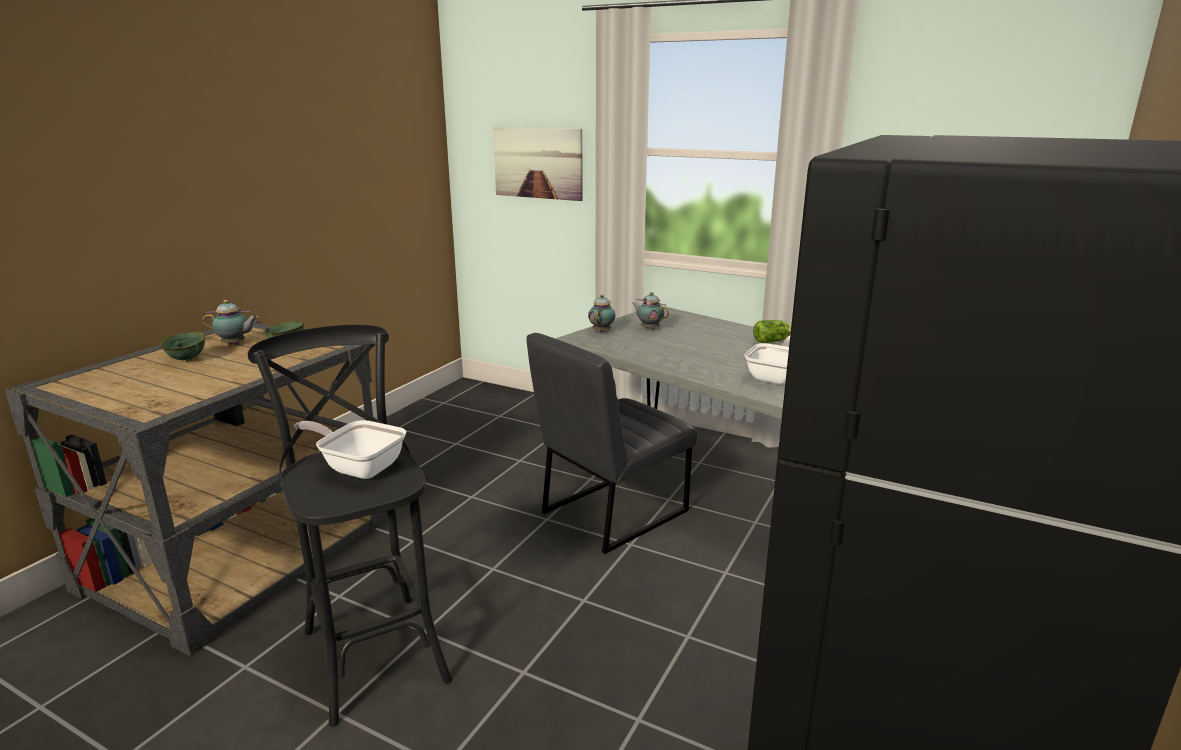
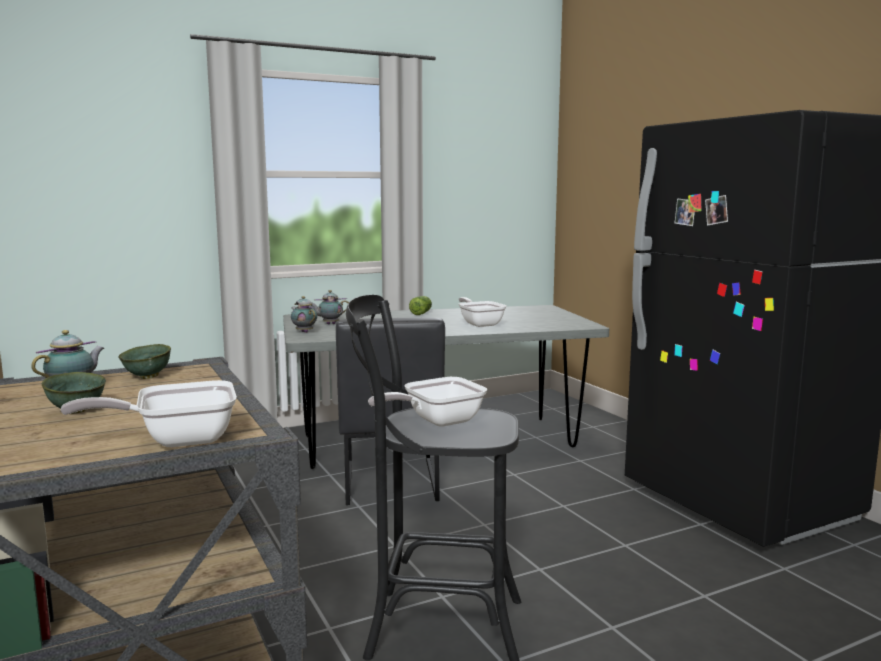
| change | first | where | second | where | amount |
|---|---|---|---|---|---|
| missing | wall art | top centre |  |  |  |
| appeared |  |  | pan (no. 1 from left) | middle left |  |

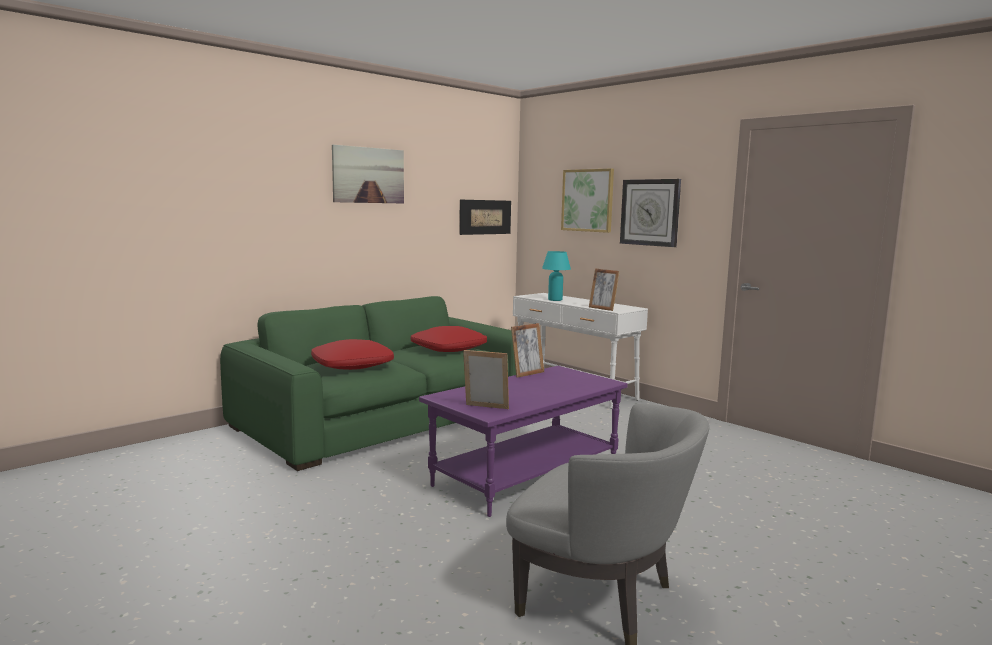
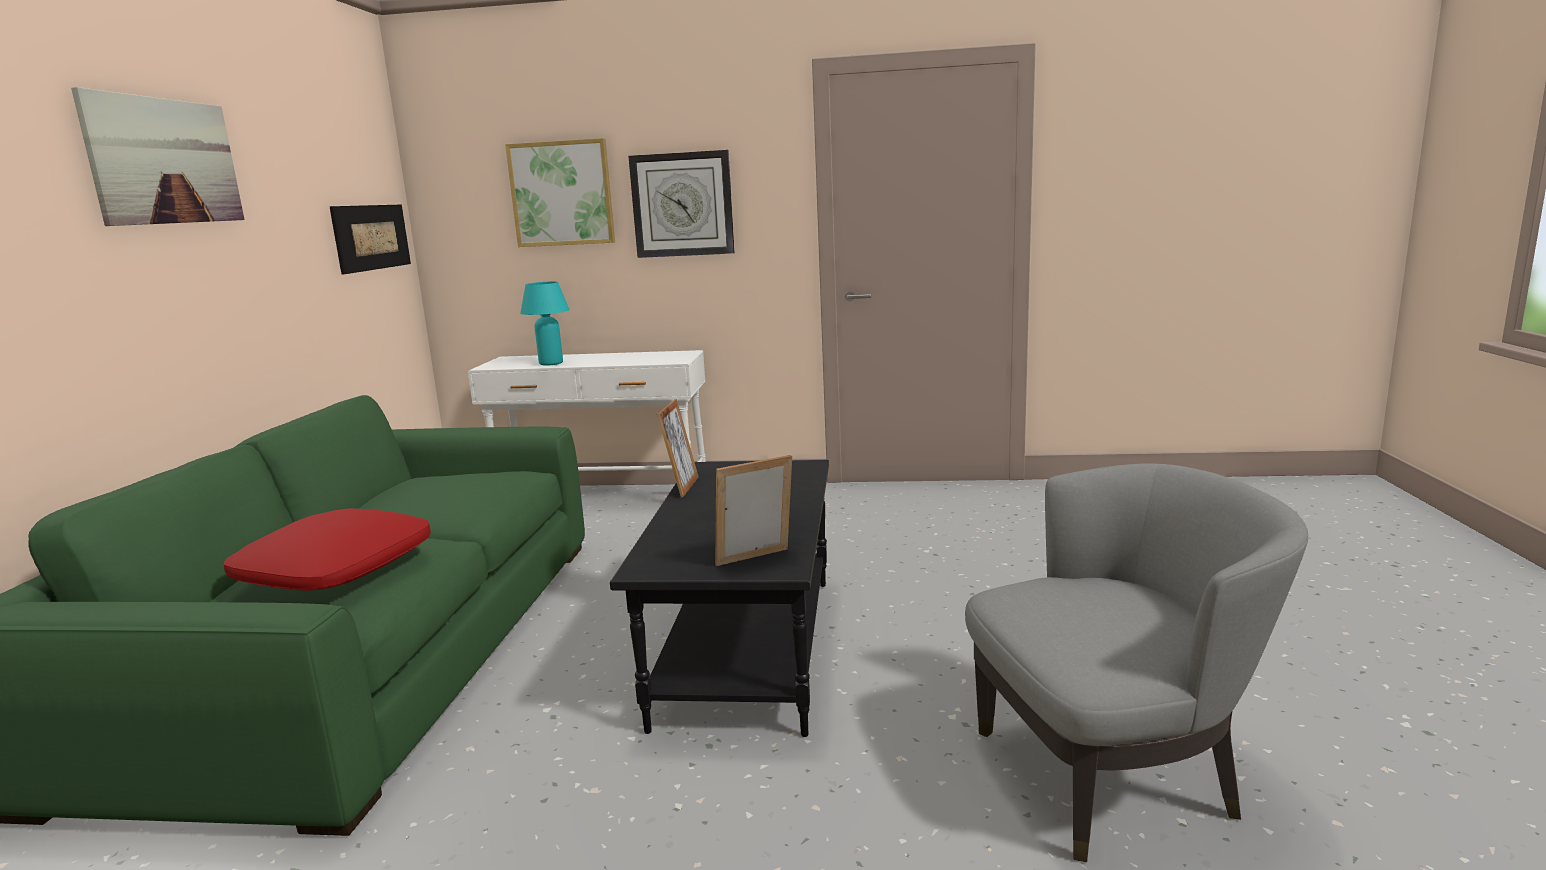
| change | first | where | second | where | amount |
|---|---|---|---|---|---|
| missing | pillow (red) (no. 2 from left) | centre |  |  |  |
| colour | lounge table (purple-coloured) | bottom centre | lounge table (blackish) | bottom centre |  |
| missing | standing frame (no. 3 from left) | centre |  |  |  |

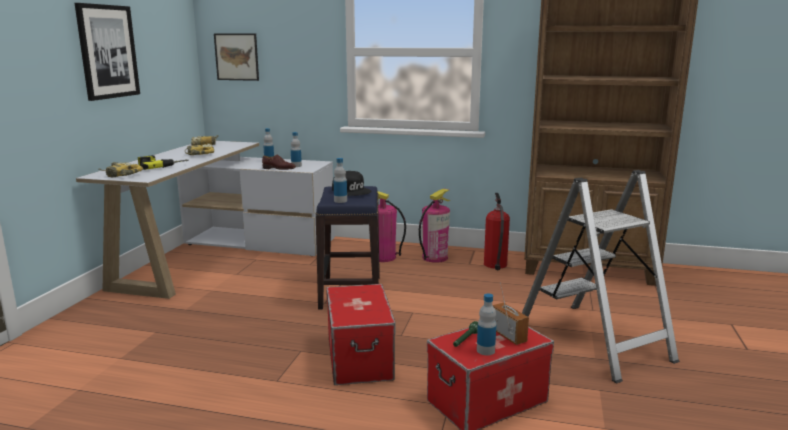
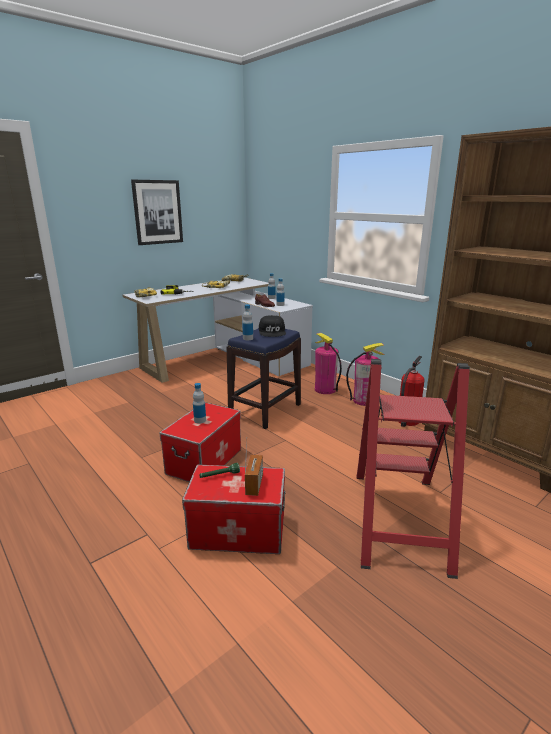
| change | first | where | second | where | amount |
|---|---|---|---|---|---|
| missing | wall art (no. 2 from left) | top left |  |  |  |
| relocated | beverage bottle (no. 4 from left in the first image) | bottom centre | beverage bottle (no. 1 from left) | centre |  |
| colour | stepladder (grey) | middle right | stepladder (red) | middle right |  |

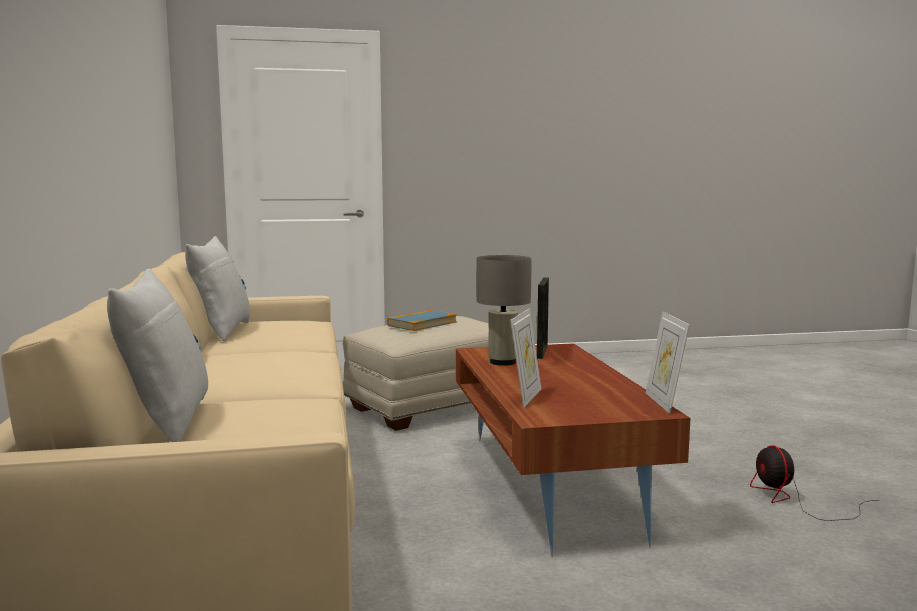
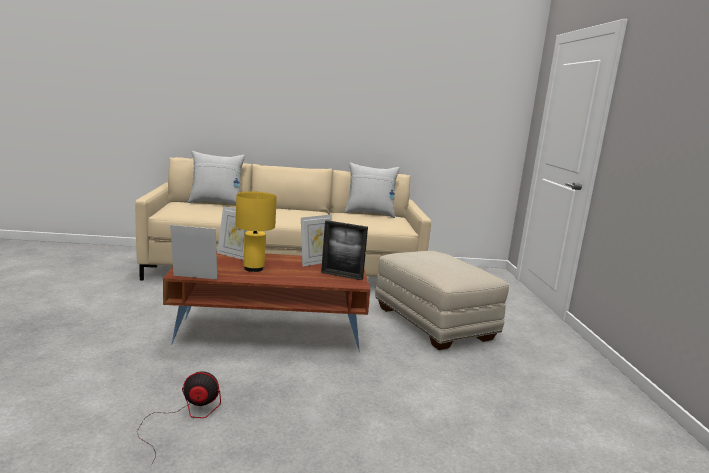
| change | first | where | second | where | amount |
|---|---|---|---|---|---|
| missing | volume | centre |  |  |  |
| exchanged | tabletop lamp (grey) | centre | standing frame (no. 3 from left) | centre |  |
| appeared |  |  | tabletop lamp (yellow-coloured) | centre |  |

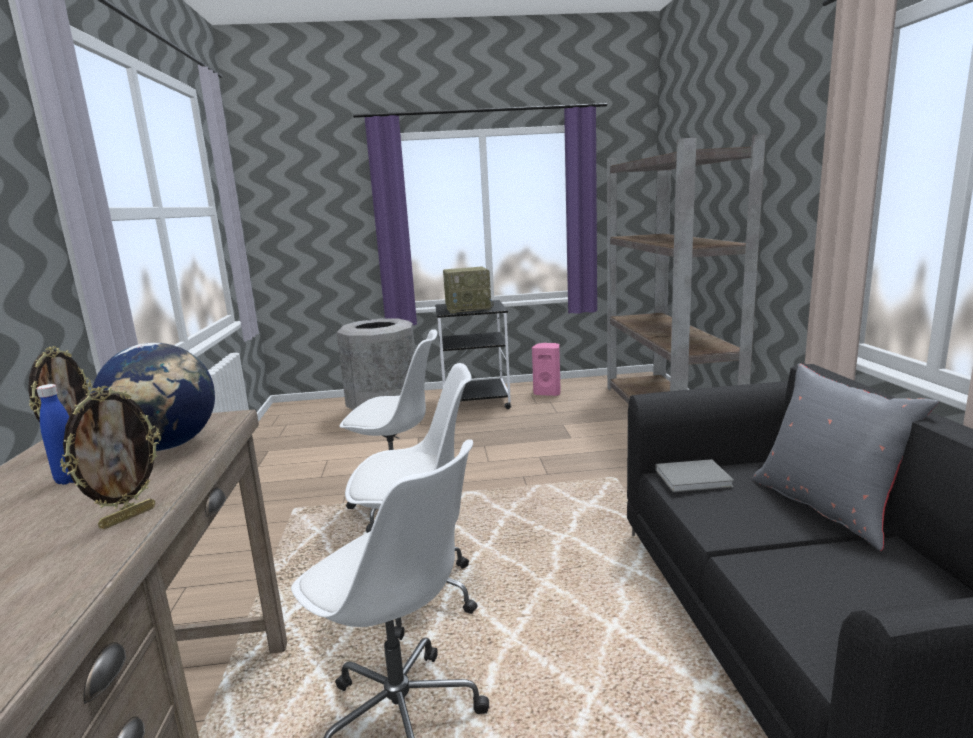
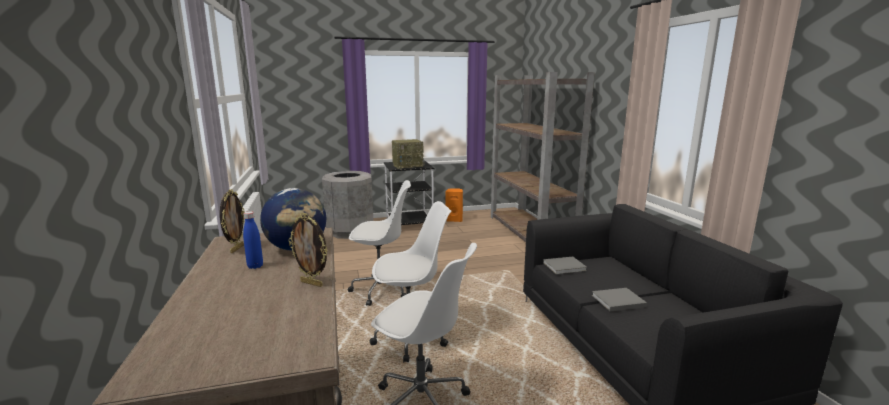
| change | first | where | second | where | amount |
|---|---|---|---|---|---|
| spun | standing frame (no. 2 from left) | middle left |  | centre | 90 degrees clockwise |
| colour | audio speaker (pink) | centre | audio speaker (orange-coloured) | centre |  |
| missing | pillow (grey) | middle right |  |  |  |
| appeared |  |  | volume (grey) (no. 2 from left) | bottom right |  |

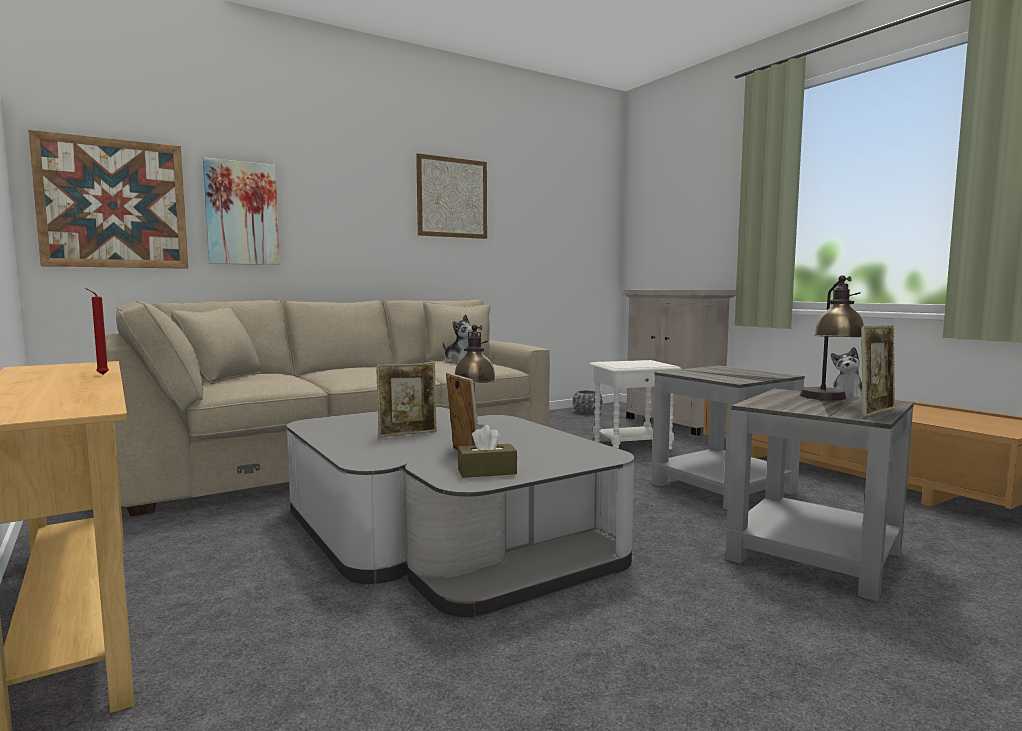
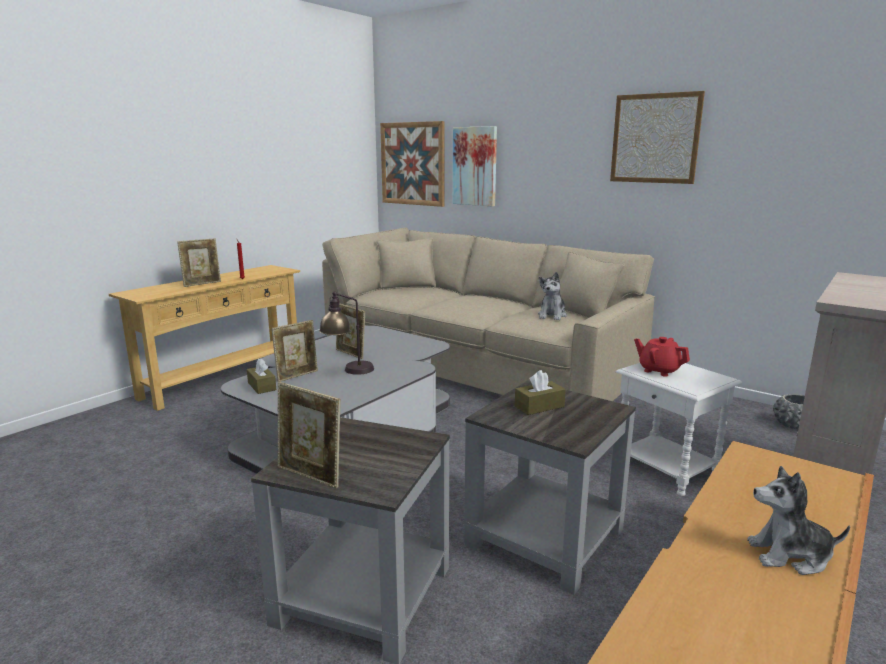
| change | first | where | second | where | amount |
|---|---|---|---|---|---|
| missing | tabletop lamp (no. 2 from left) | middle right |  |  |  |
| appeared |  |  | standing frame (no. 1 from left) | middle left |  |
| appeared |  |  | box of tissues (brownish) (no. 2 from left) | centre |  |
| appeared |  |  | pot for tea (red) | middle right |  |

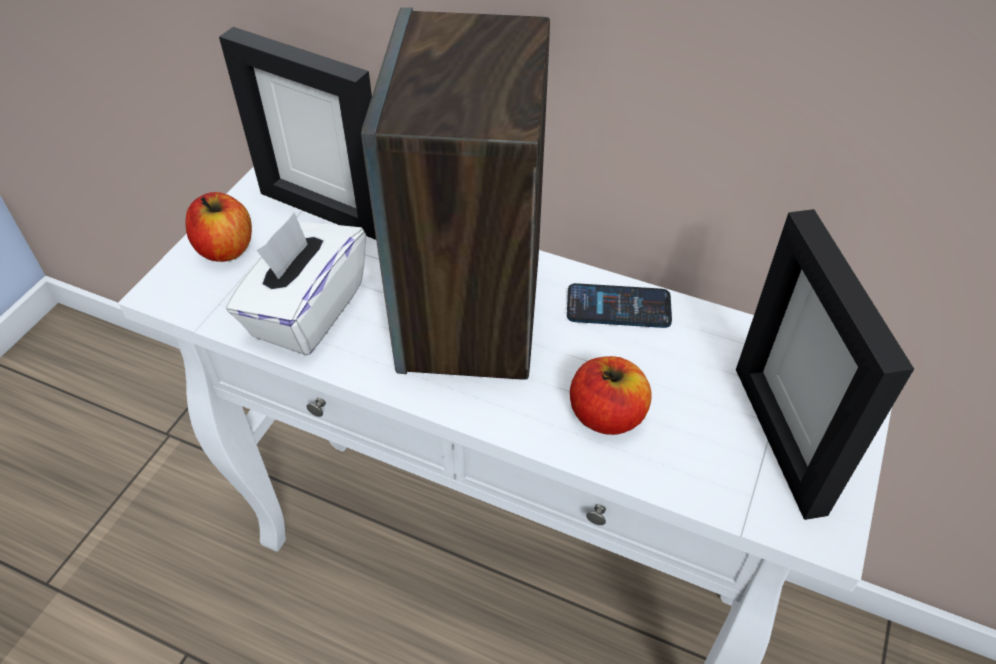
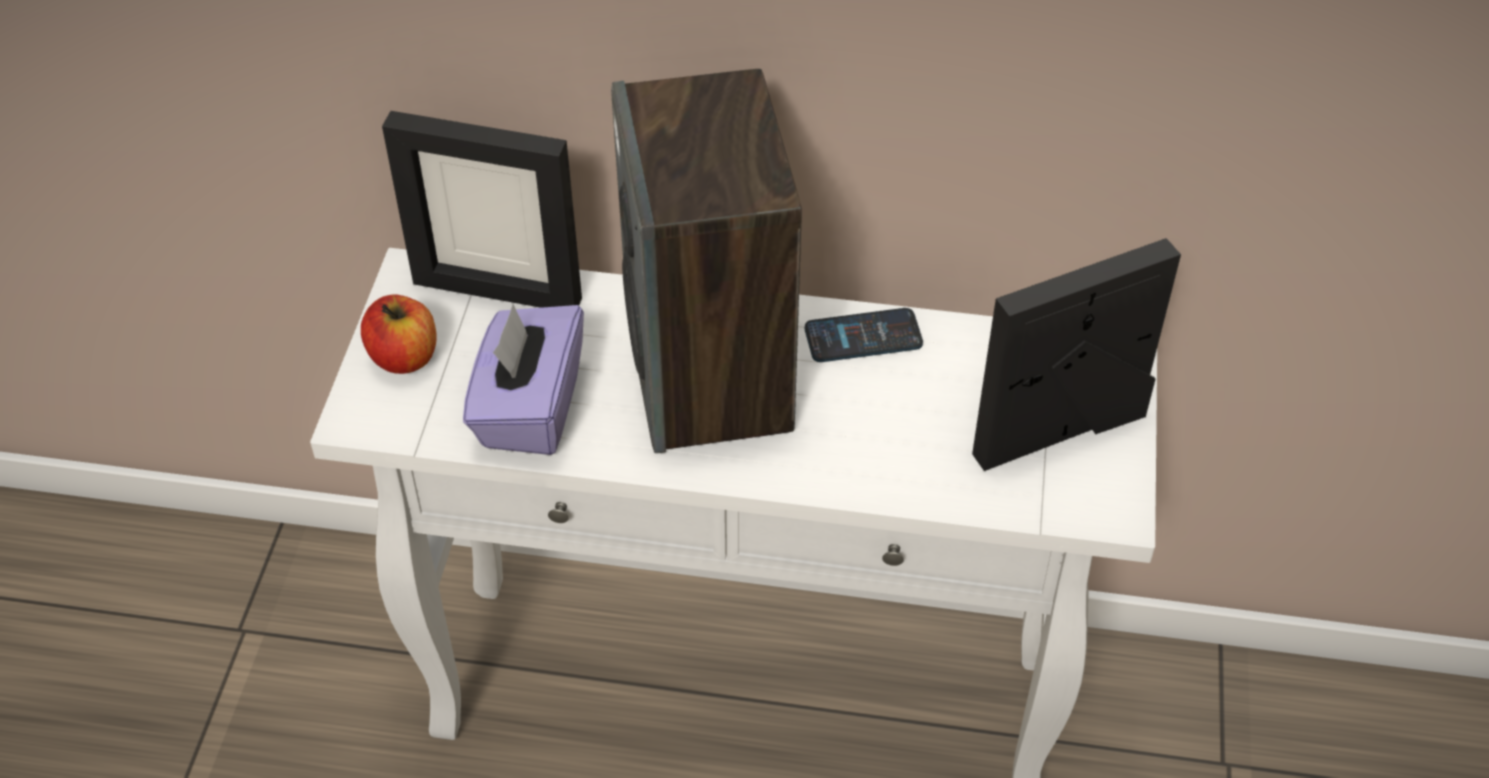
| change | first | where | second | where | amount |
|---|---|---|---|---|---|
| colour | box of tissues (white-coloured) | middle left | box of tissues (purple-coloured) | centre |  |
| missing | apple (no. 2 from left) | centre |  |  |  |
| spun | standing frame (no. 2 from left) | middle right |  | middle right | 90 degrees clockwise |

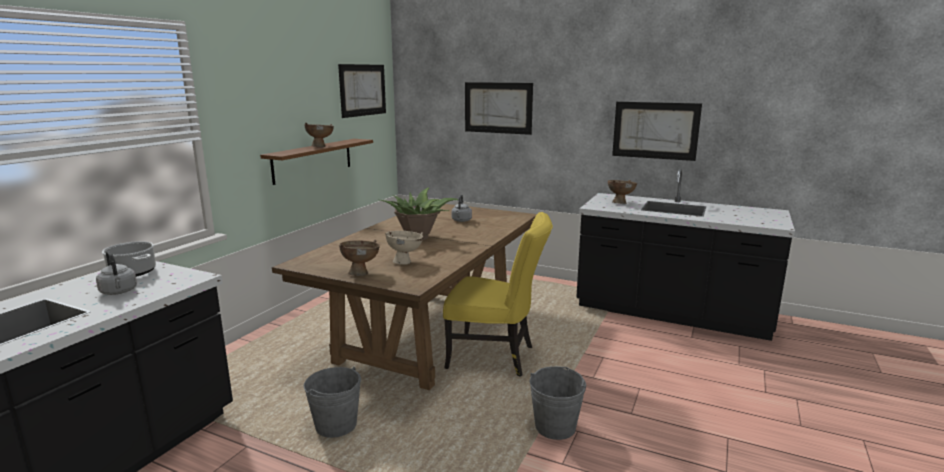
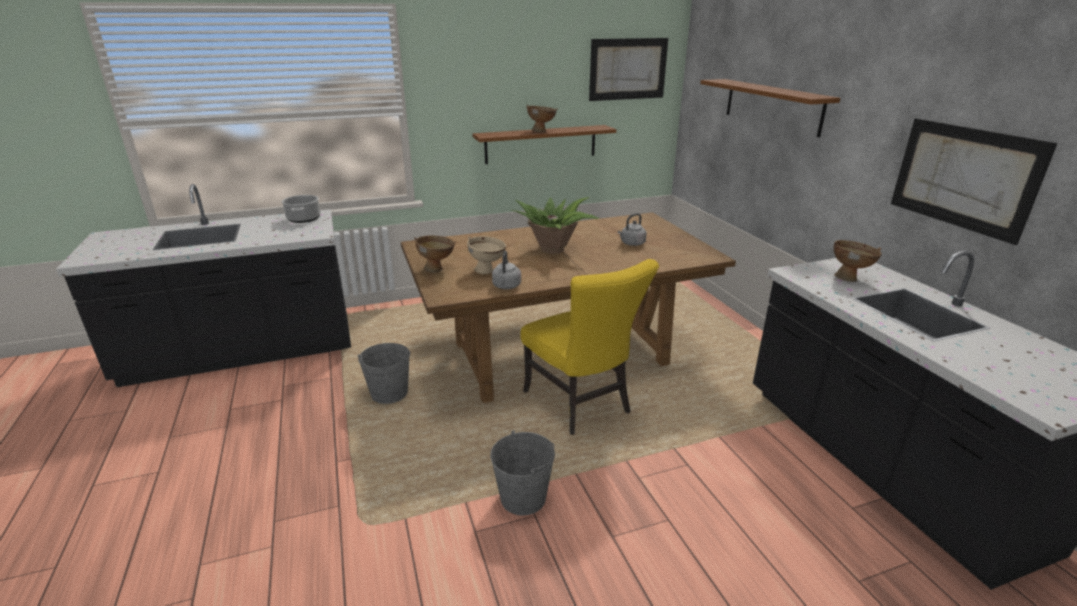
| change | first | where | second | where | amount |
|---|---|---|---|---|---|
| relocated | water kettle (grey) (no. 1 from left) | middle left |  | centre |  |
| exchanged | wall art (no. 2 from left) | top centre | bracket shelf (brownish) (no. 2 from left) | top right |  |

